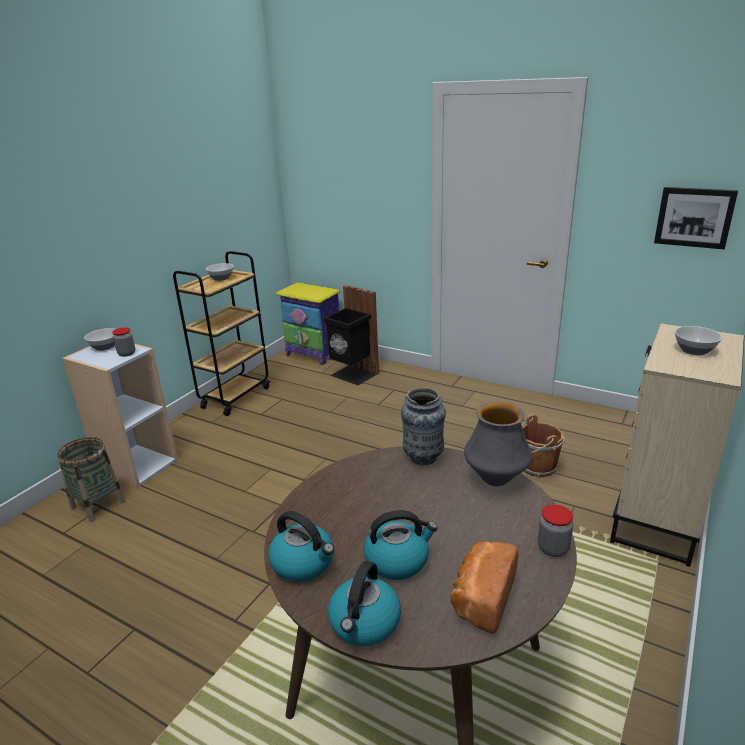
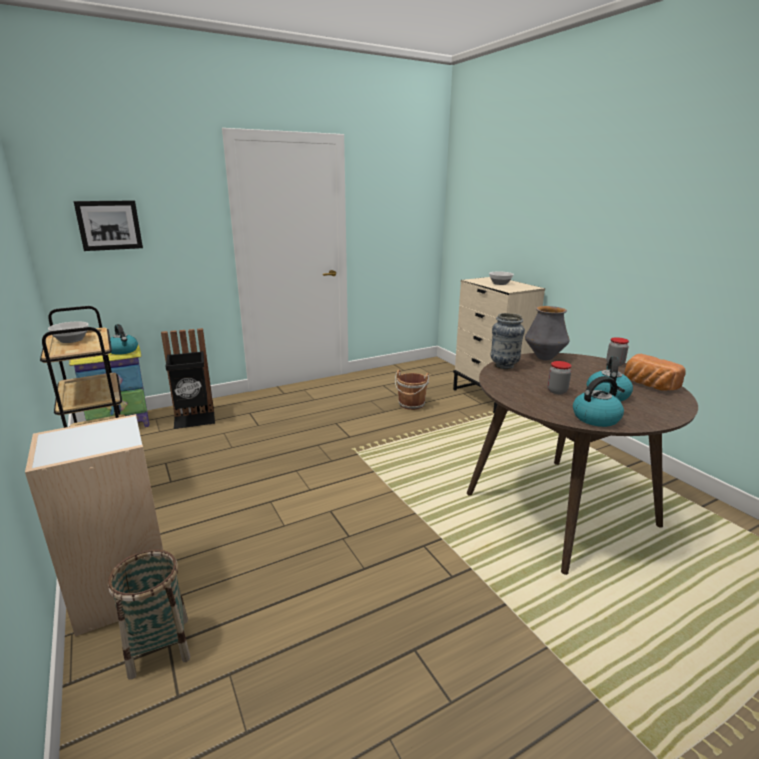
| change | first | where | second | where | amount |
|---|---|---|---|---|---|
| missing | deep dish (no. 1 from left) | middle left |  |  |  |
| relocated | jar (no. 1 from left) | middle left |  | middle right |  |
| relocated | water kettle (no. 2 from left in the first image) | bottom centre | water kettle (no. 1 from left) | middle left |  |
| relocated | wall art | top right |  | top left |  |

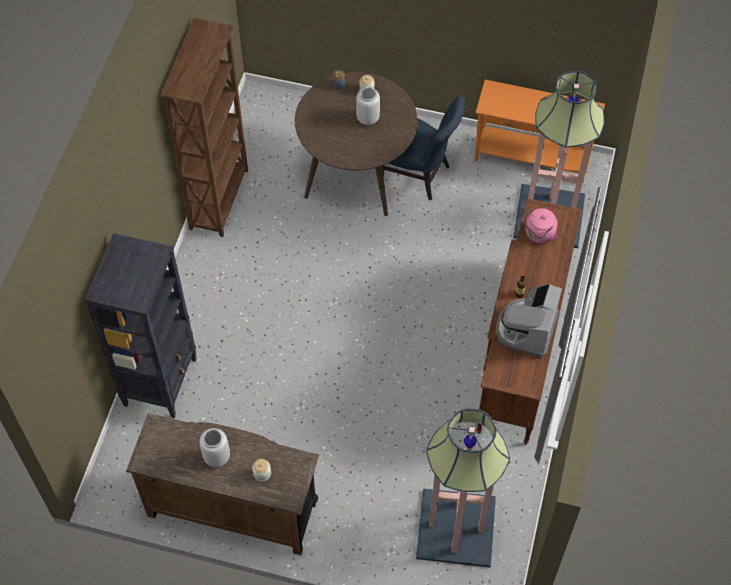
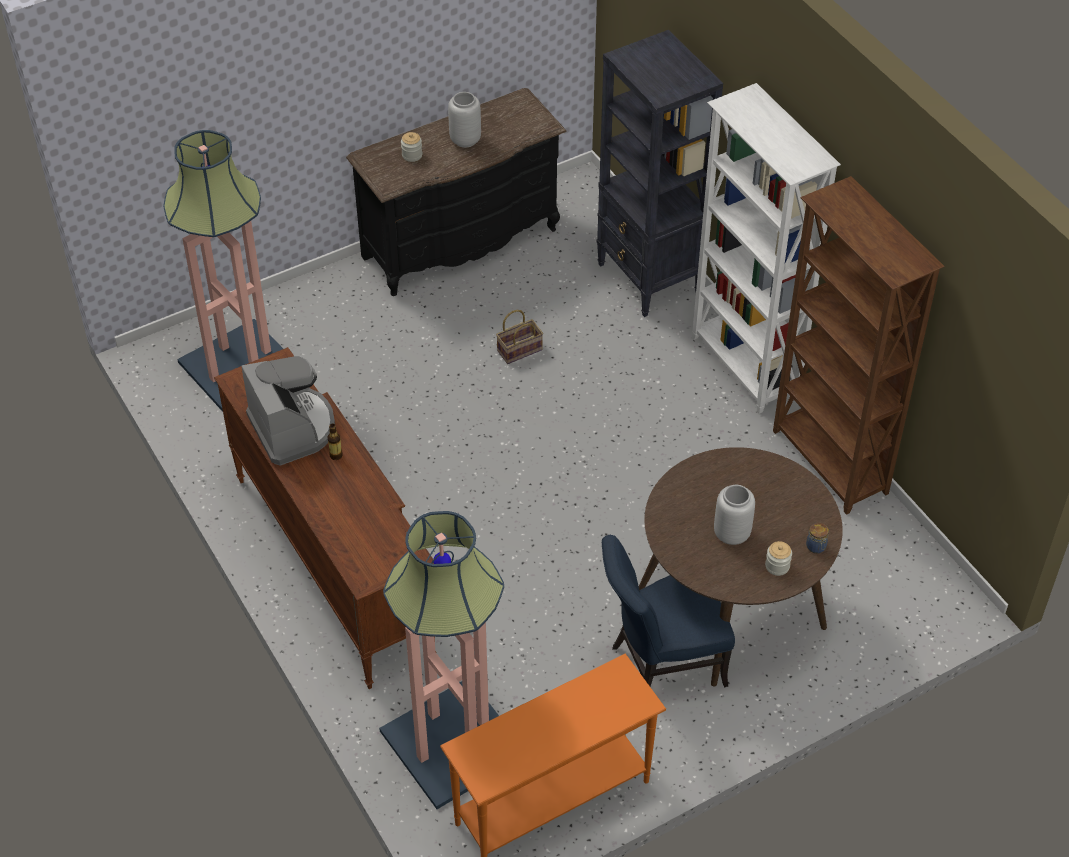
| change | first | where | second | where | amount |
|---|---|---|---|---|---|
| missing | water kettle (pink) | middle right |  |  |  |
| appeared |  |  | basket | centre |  |
| appeared |  |  | bookcase (white-coloured) | top right |  |

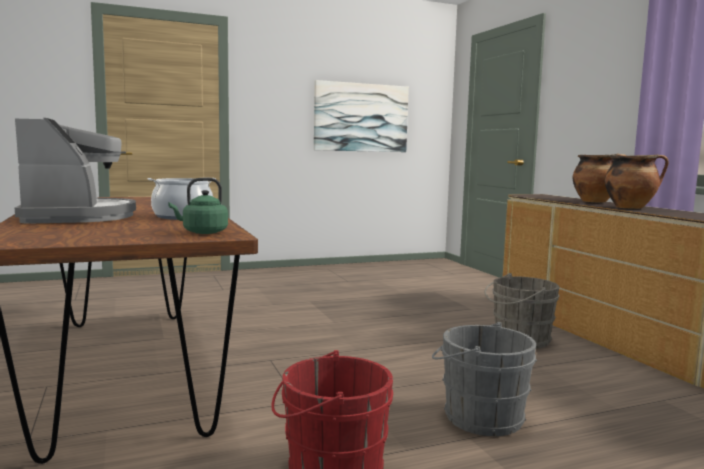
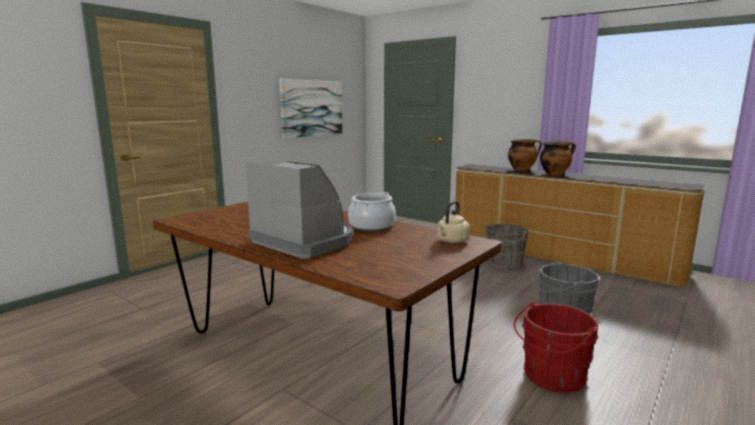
| change | first | where | second | where | amount |
|---|---|---|---|---|---|
| colour | water kettle (greenish) | middle left | water kettle (beige-coloured) | centre |  |

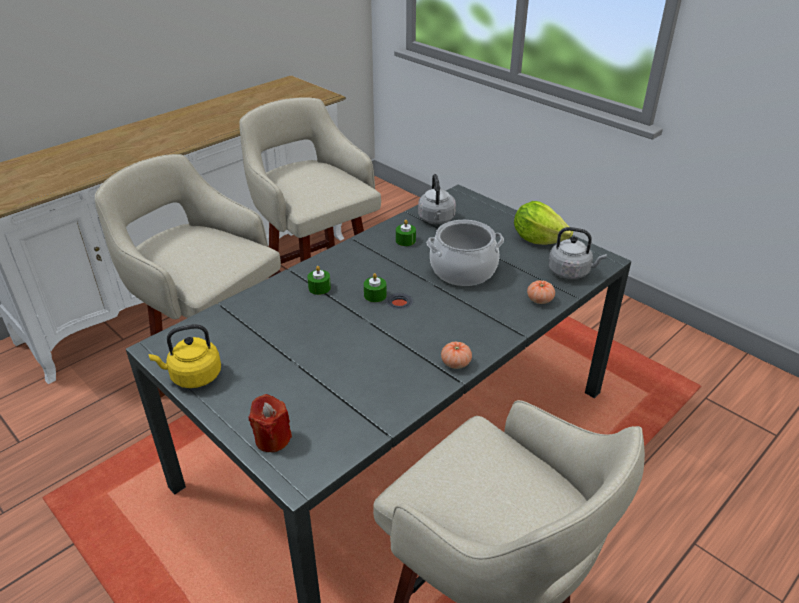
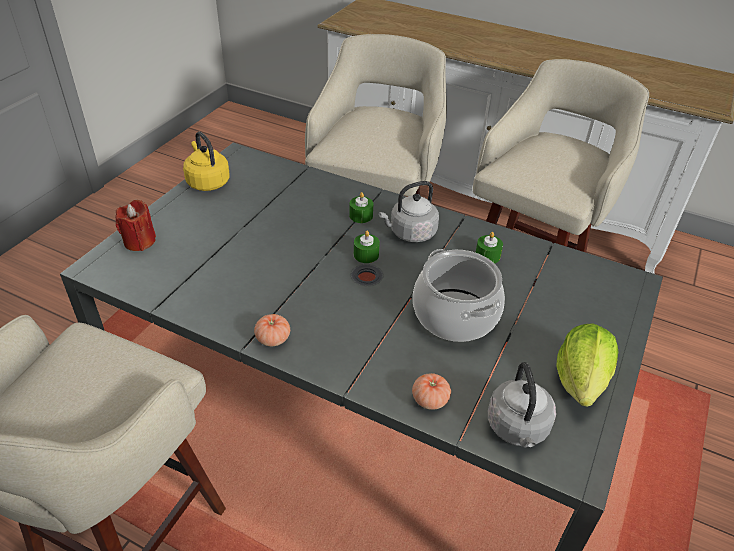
| change | first | where | second | where | amount |
|---|---|---|---|---|---|
| relocated | water kettle (grey) (no. 1 from left) | top centre |  | centre |  |

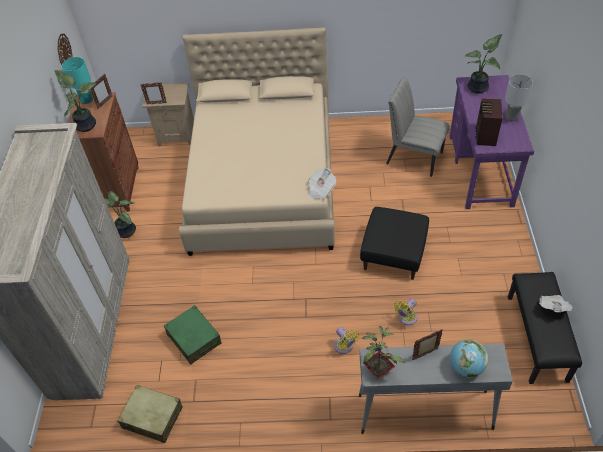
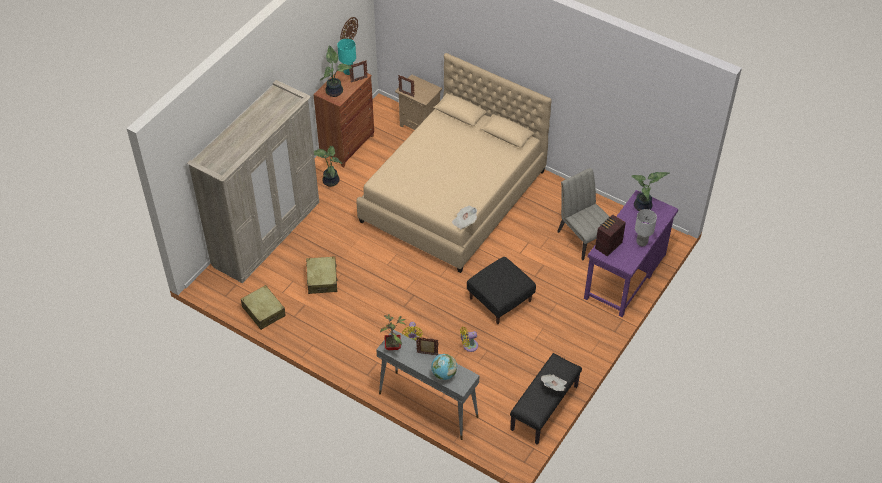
| change | first | where | second | where | amount |
|---|---|---|---|---|---|
| colour | travel case (greenish) | bottom left | travel case (beige-coloured) (no. 2 from left) | centre |  |

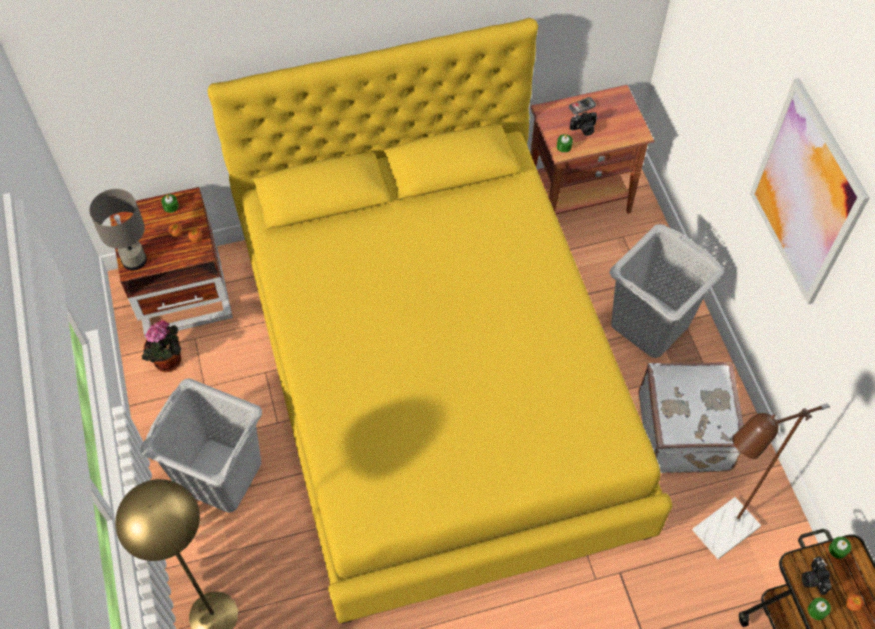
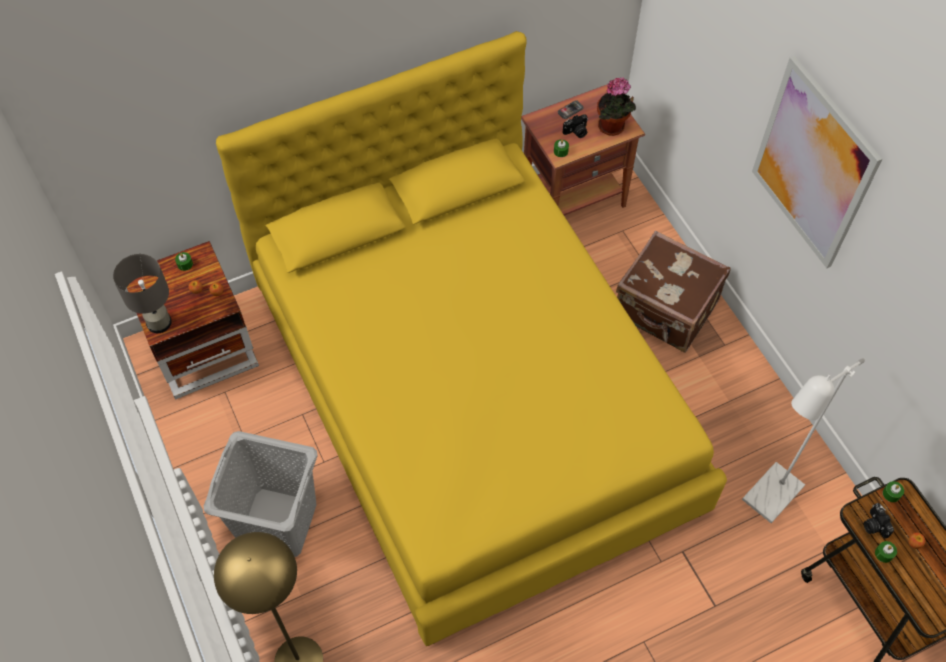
| change | first | where | second | where | amount |
|---|---|---|---|---|---|
| relocated | plant in a pot | middle left |  | top centre |  |
| exchanged | laundry basket (grey) (no. 2 from left) | middle right | travel case (brownish) | middle right |  |
| missing | travel case (white-coloured) | middle right |  |  |  |
| colour | standard lamp (brownish) | bottom right | standard lamp (white-coloured) | middle right |  |

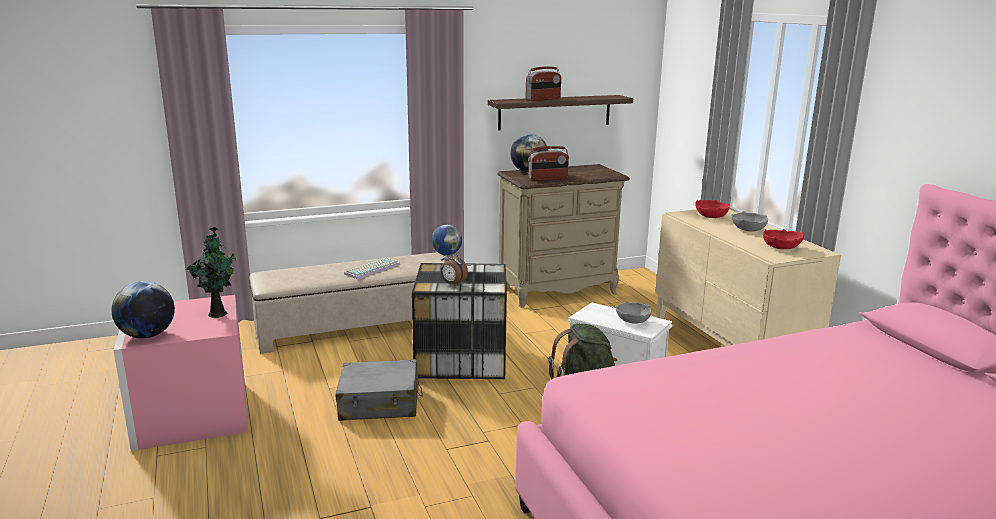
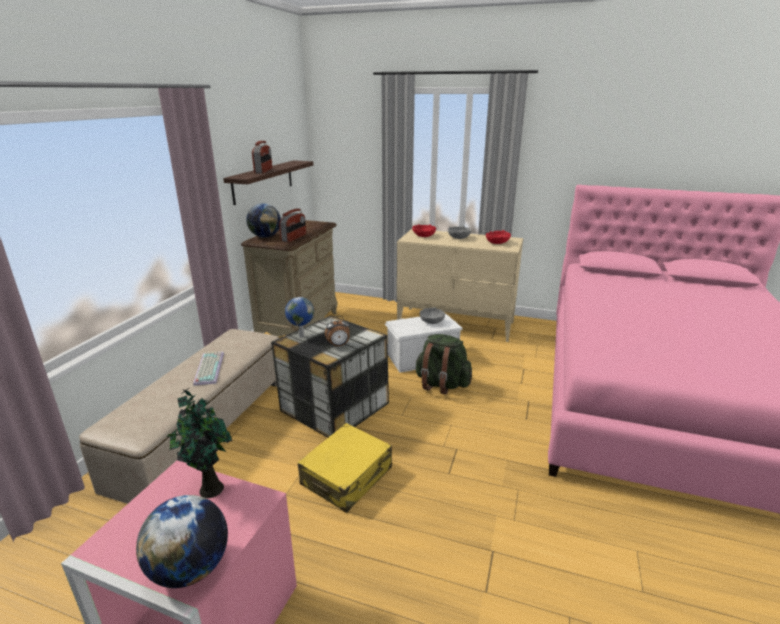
| change | first | where | second | where | amount |
|---|---|---|---|---|---|
| colour | travel case (grey) | bottom centre | travel case (yellow-coloured) | bottom centre |  |

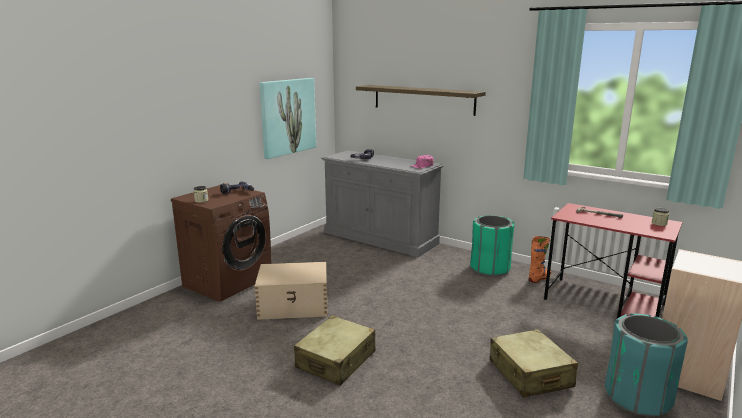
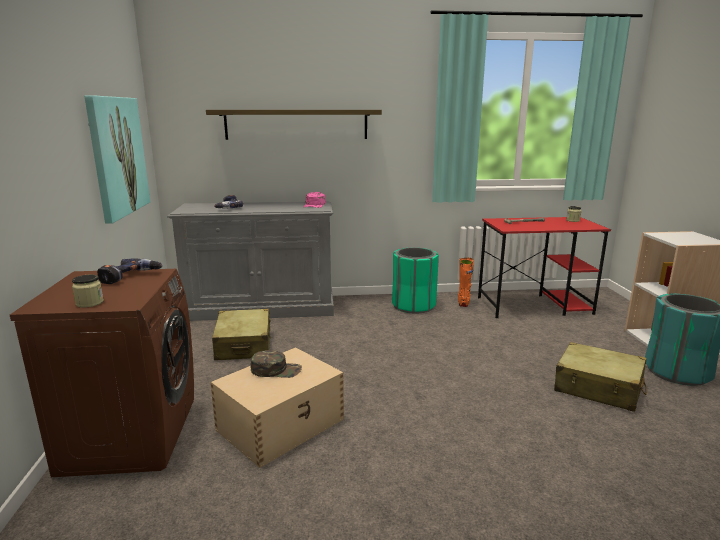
| change | first | where | second | where | amount |
|---|---|---|---|---|---|
| relocated | travel case (beige-coloured) (no. 1 from left) | bottom centre |  | centre |  |
| appeared |  |  | cap (greenish) | bottom centre |  |

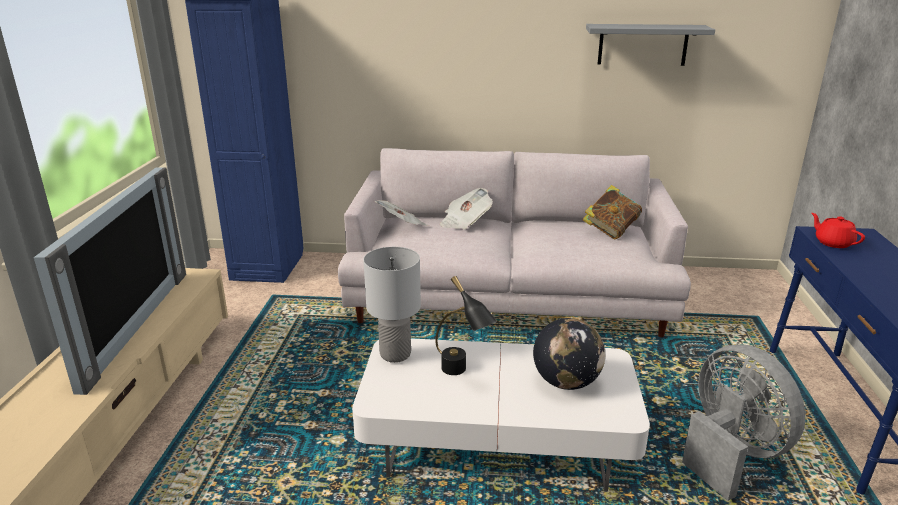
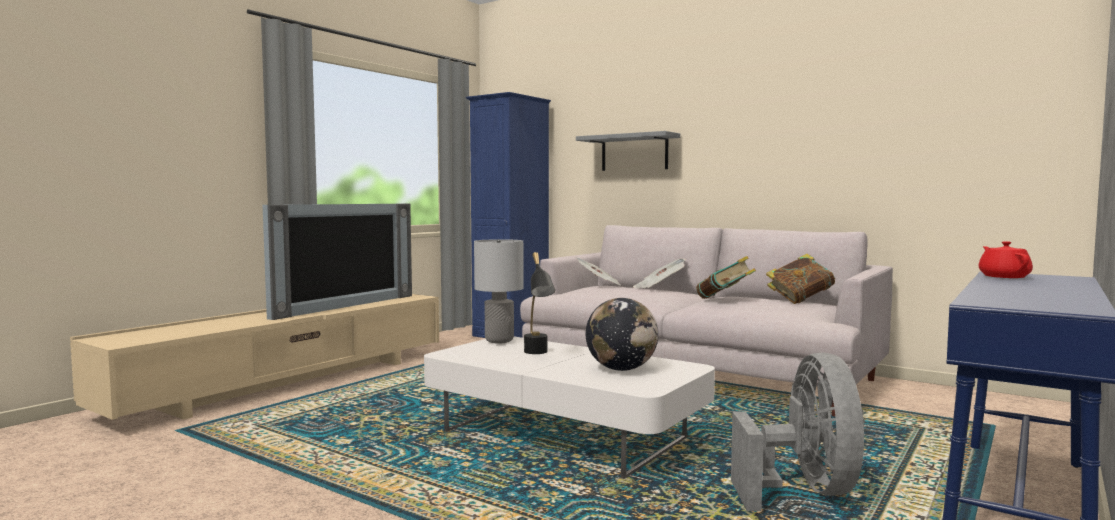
| change | first | where | second | where | amount |
|---|---|---|---|---|---|
| relocated | bracket shelf (grey) | top right |  | top centre |  |
| appeared |  |  | volume (no. 1 from left) | centre |  |

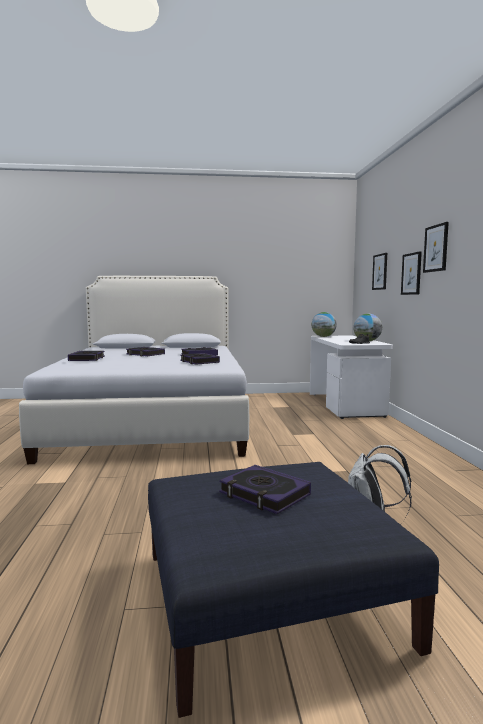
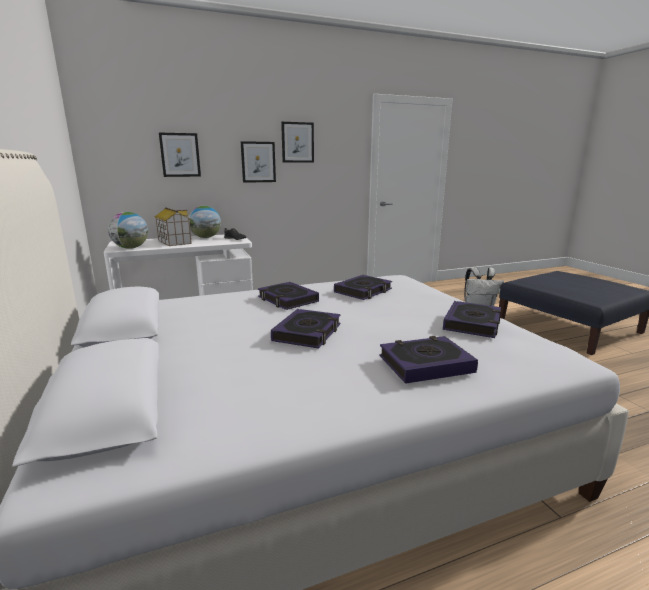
| change | first | where | second | where | amount |
|---|---|---|---|---|---|
| relocated | volume (no. 5 from left) | bottom centre |  | middle right |  |
| appeared |  |  | miniature house | middle left |  |

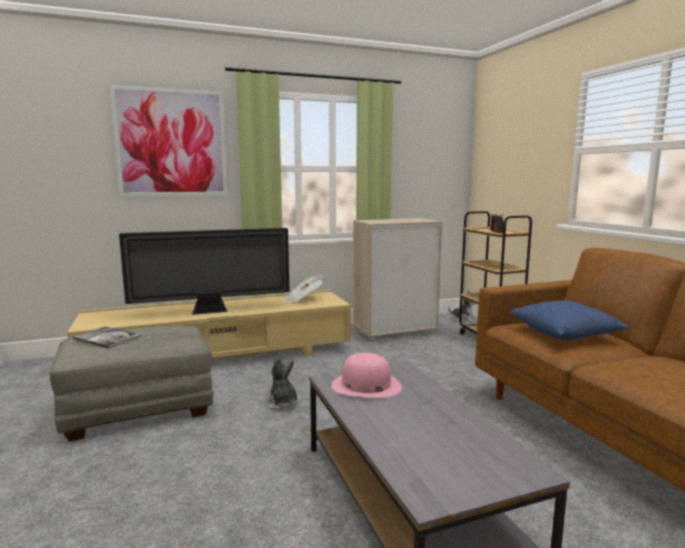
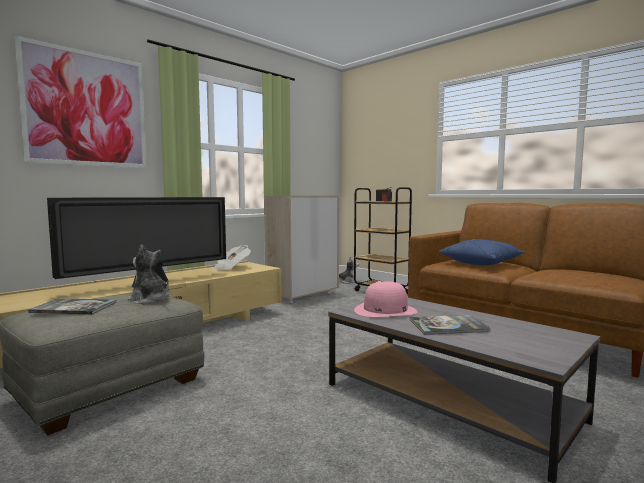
| change | first | where | second | where | amount |
|---|---|---|---|---|---|
| relocated | plush toy (no. 1 from left) | bottom centre |  | middle left |  |
| appeared |  |  | volume (no. 2 from left) | bottom right |  |

